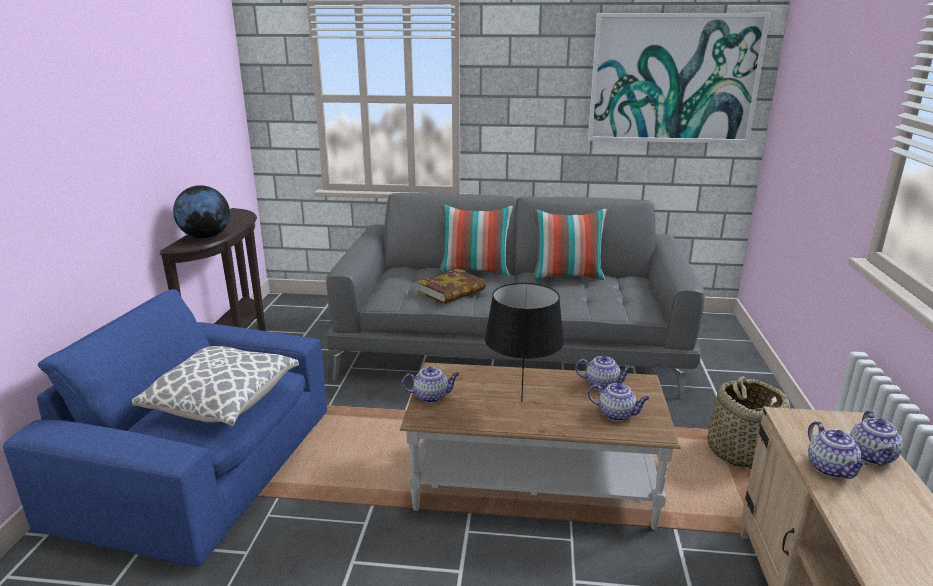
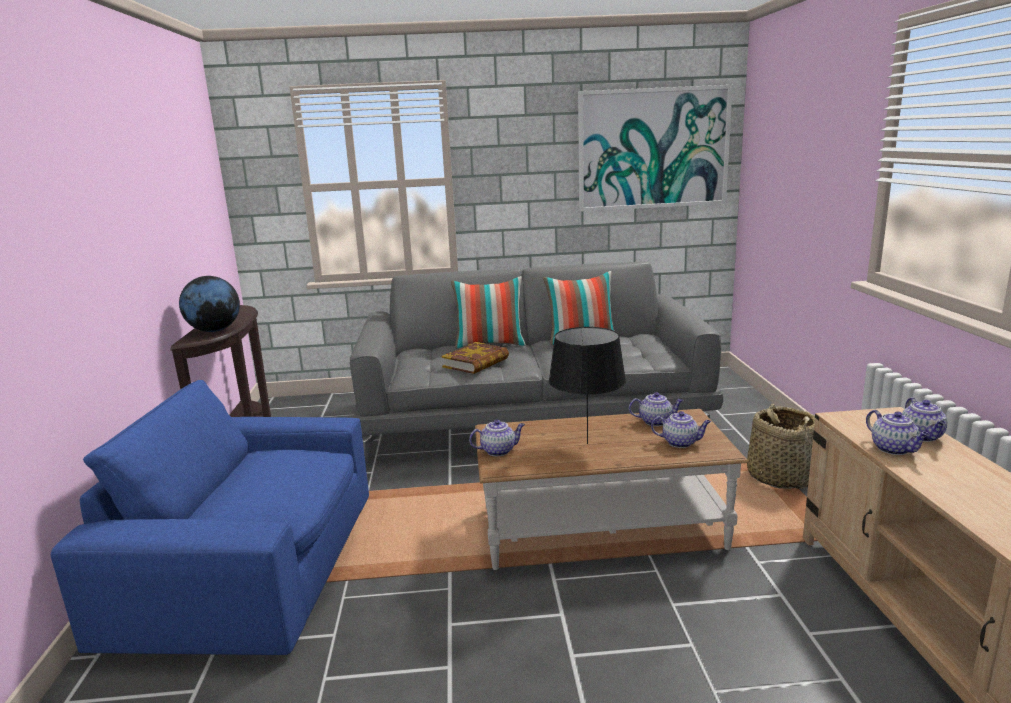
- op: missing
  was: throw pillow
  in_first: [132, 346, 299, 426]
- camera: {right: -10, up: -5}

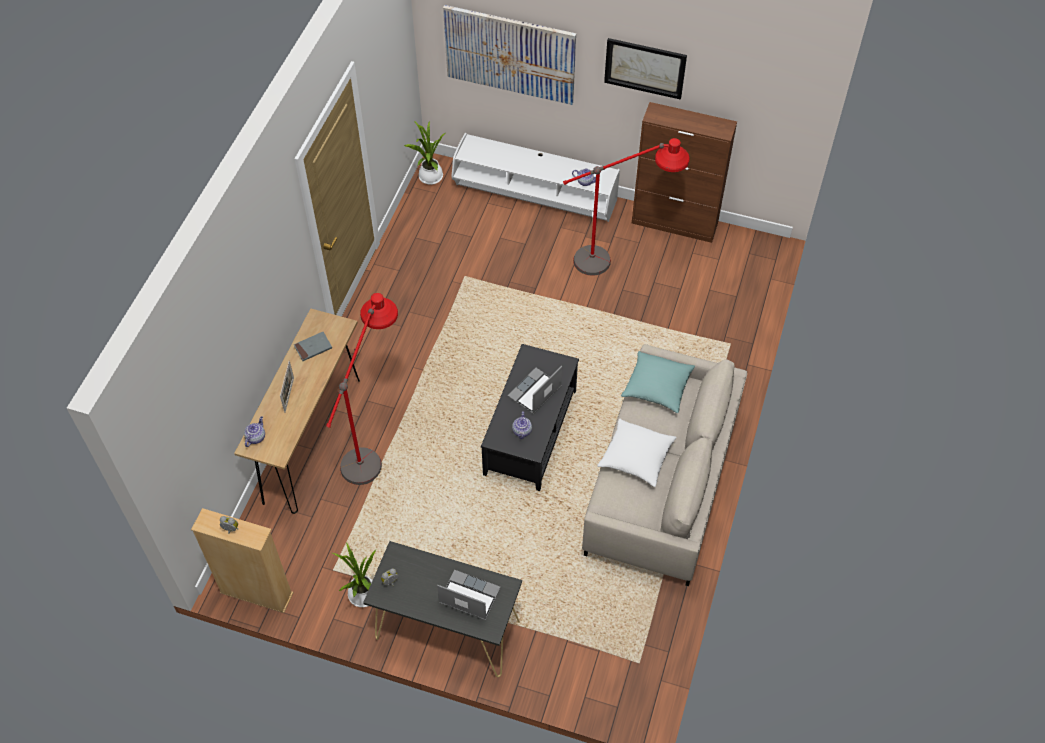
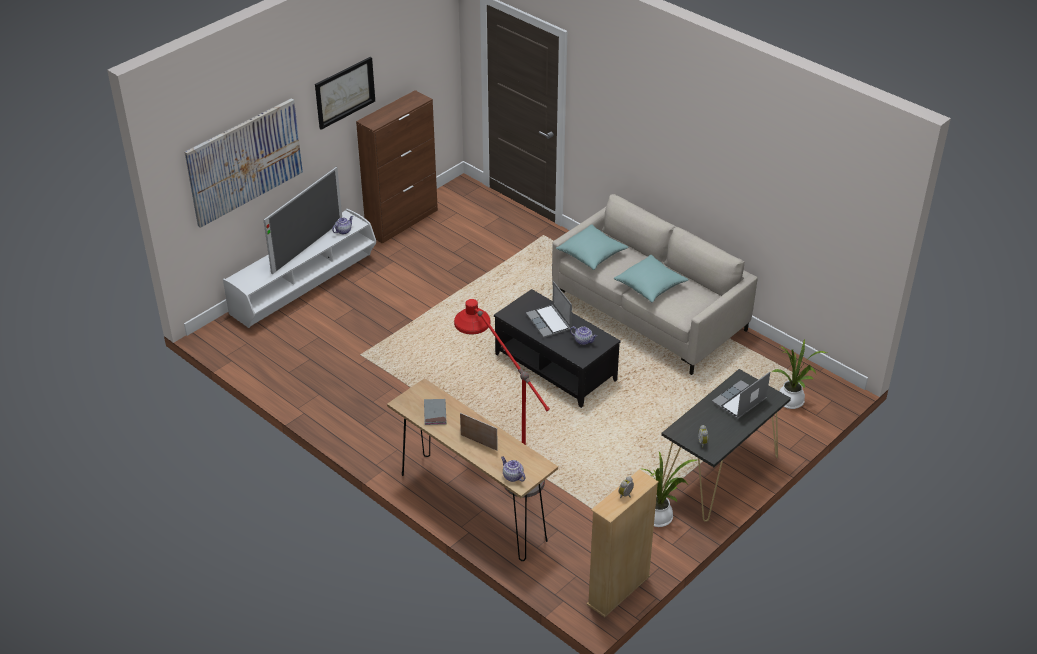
- op: relocated
  was: potted plant
  in_first: [404, 121, 445, 185]
  in_second: [772, 338, 827, 409]
- op: missing
  was: red standard lamp
  in_first: [563, 138, 690, 276]
- op: colour
  was: whitish throw pillow
  now: turquoise-coloured throw pillow
  in_first: [597, 418, 677, 487]
  in_second: [614, 255, 688, 302]
- op: appeared
  now: TV
  in_second: [263, 167, 342, 274]
- camera: {right: -65, up: -15}

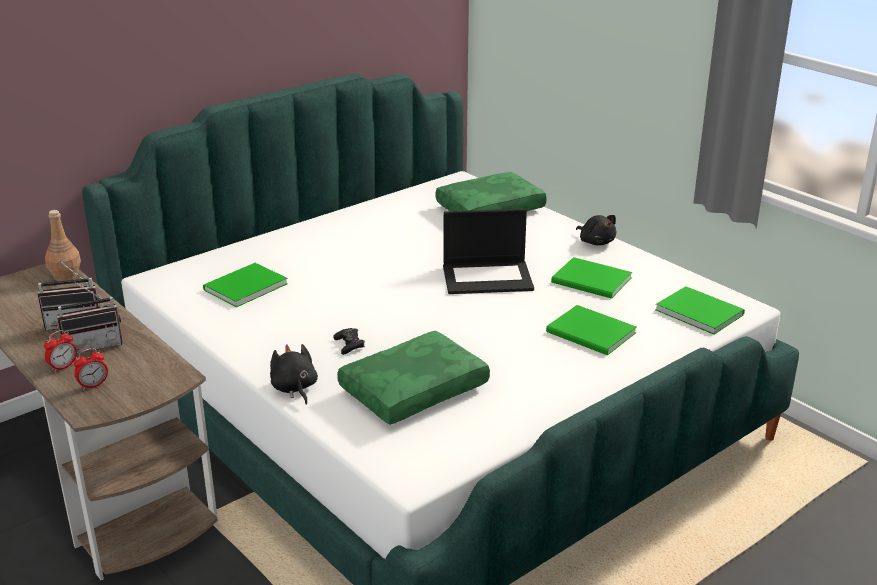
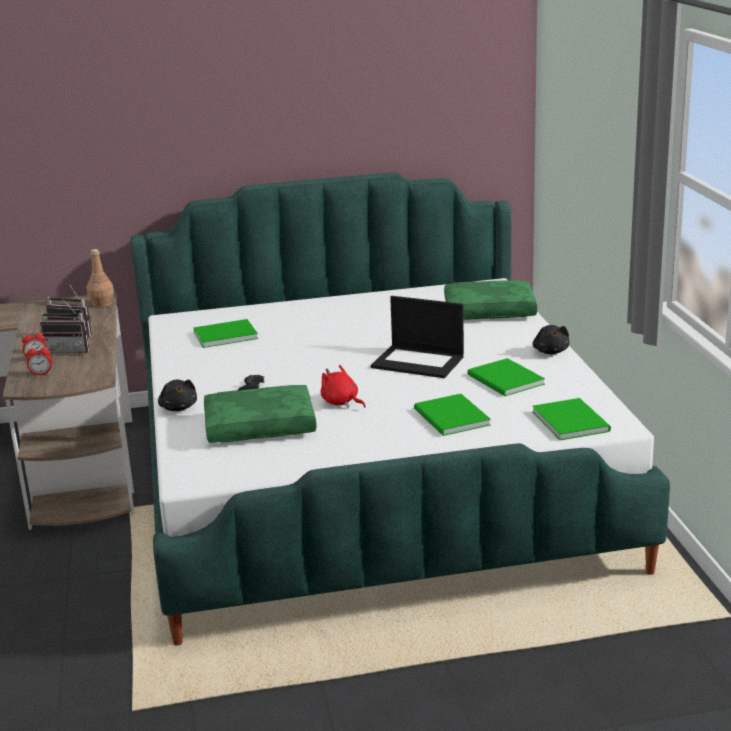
- op: spun
  was: black-coloured cuddly toy
  in_first: [270, 344, 318, 405]
  in_second: [158, 379, 197, 411]
  clockwise: 150
- op: appeared
  now: red cuddly toy
  in_second: [321, 365, 366, 408]
- camera: {right: 30, up: -5}

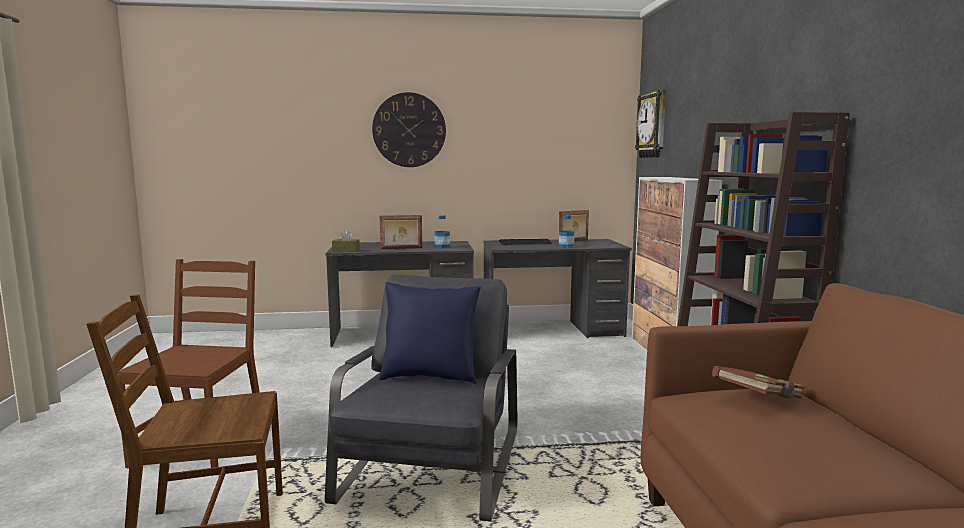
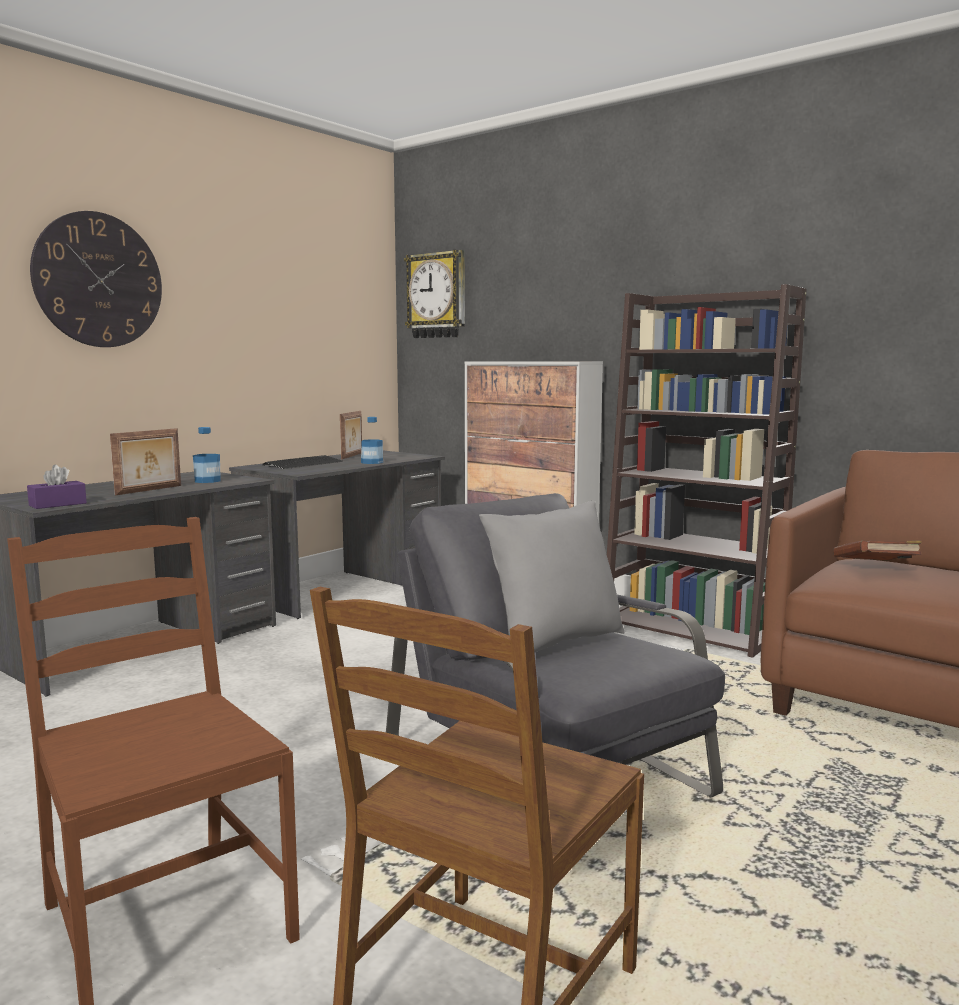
- op: colour
  was: brownish tissue box
  now: purple tissue box
  in_first: [332, 230, 360, 252]
  in_second: [27, 465, 87, 509]
- op: colour
  was: blue throw pillow
  now: greyish throw pillow
  in_first: [379, 282, 481, 384]
  in_second: [479, 501, 625, 653]
- camera: {right: -45, up: 0}

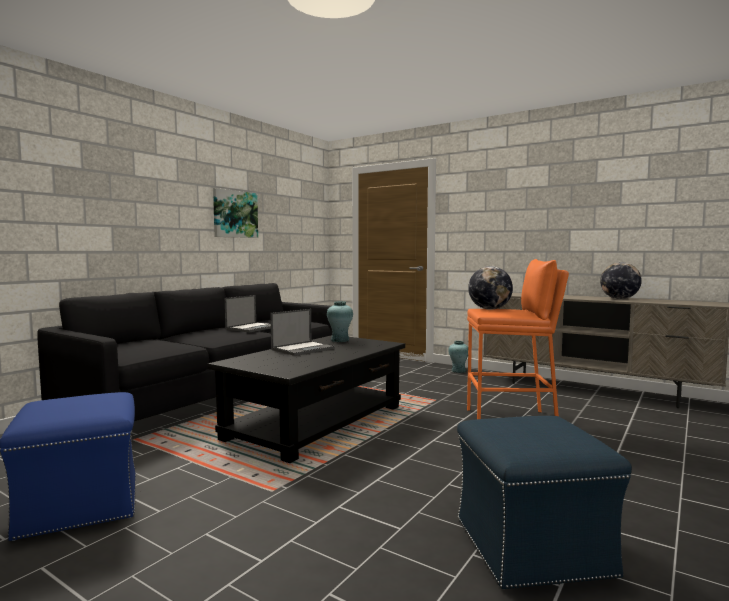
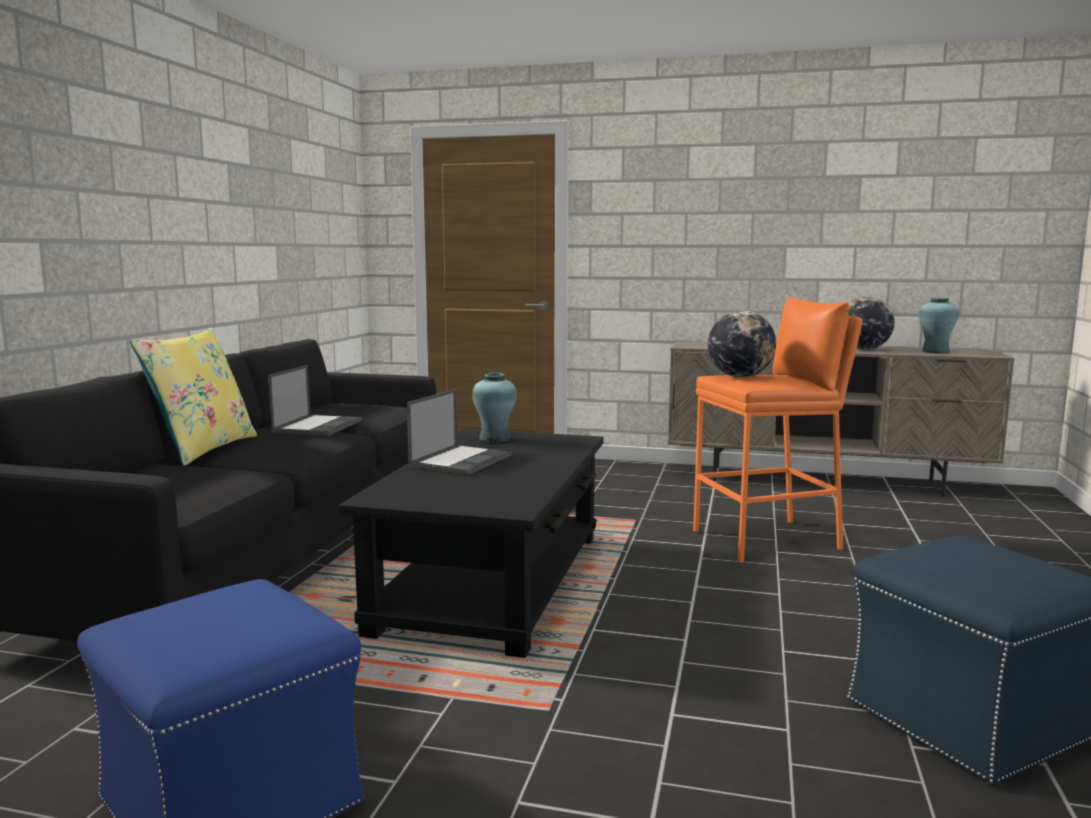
- op: missing
  was: picture
  in_first: [213, 188, 258, 238]
- op: relocated
  was: turquoise-coloured flower vase
  in_first: [448, 341, 468, 373]
  in_second: [918, 297, 959, 353]
- op: appeared
  now: yellowish throw pillow
  in_second: [130, 328, 257, 466]
- camera: {right: -20, up: 5}

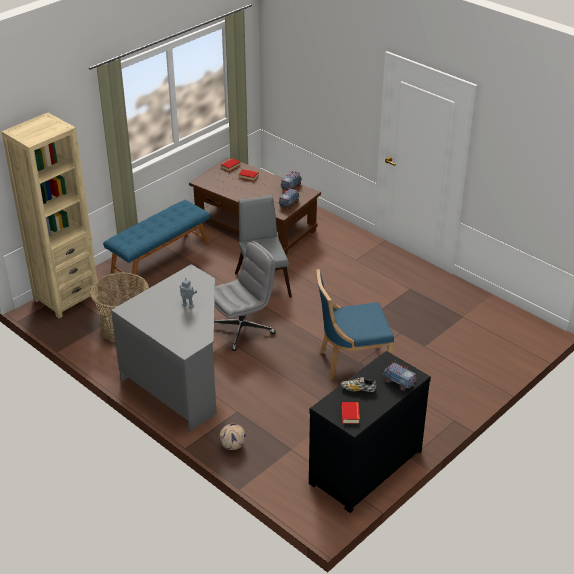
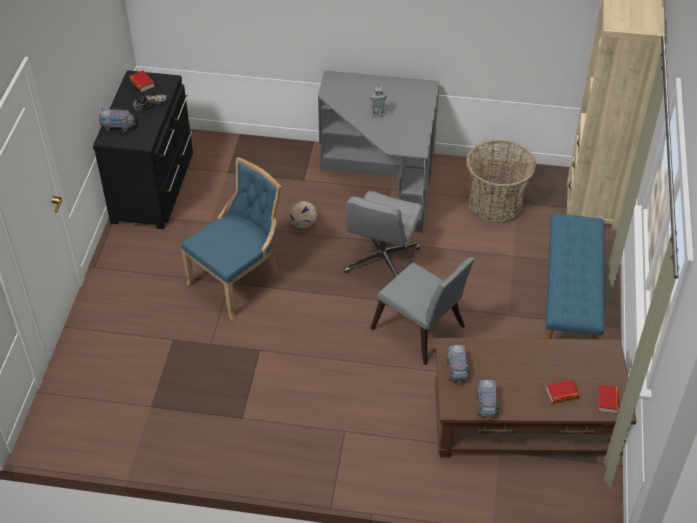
- op: relocated
  was: ball for football
  in_first: [219, 424, 246, 450]
  in_second: [289, 201, 317, 229]
- camera: {right: 145, up: 10}

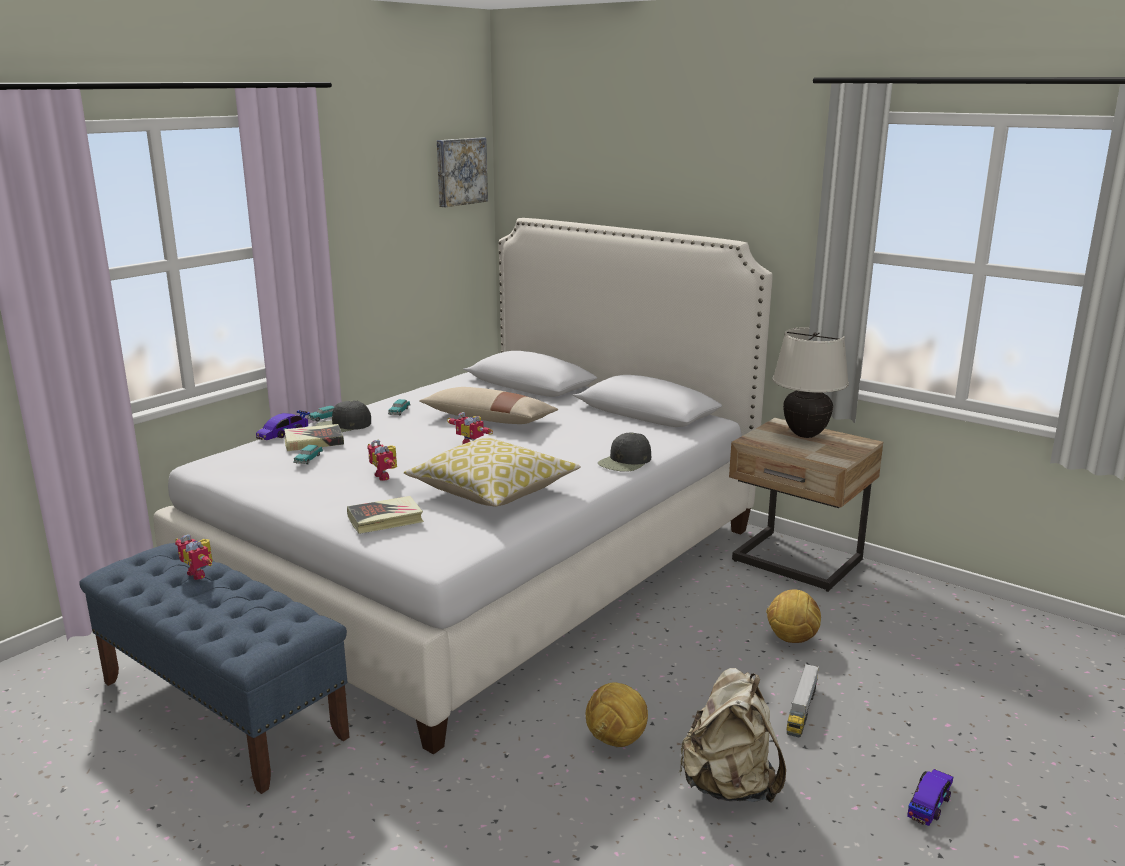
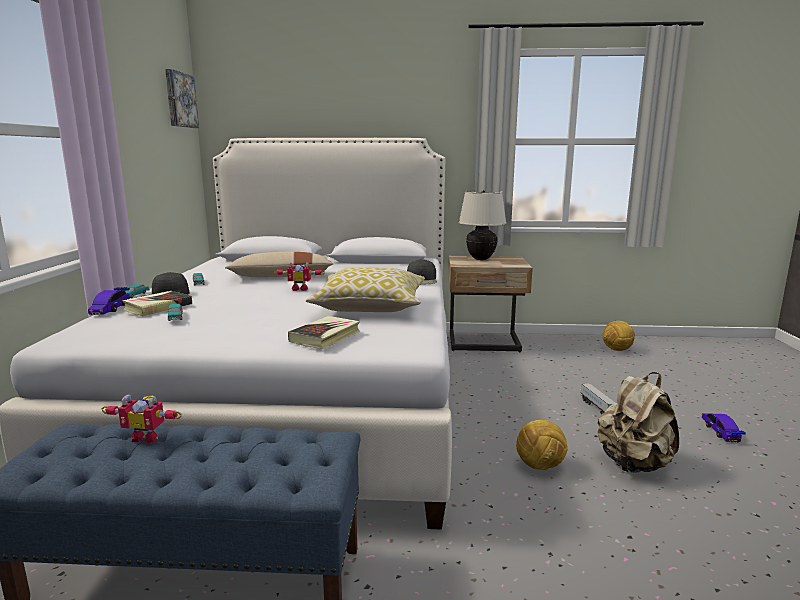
- op: missing
  was: robot figure
  in_first: [367, 440, 397, 481]
- op: relocated
  was: ball for football
  in_first: [766, 590, 821, 643]
  in_second: [602, 321, 635, 351]
- camera: {right: -35, up: -5}

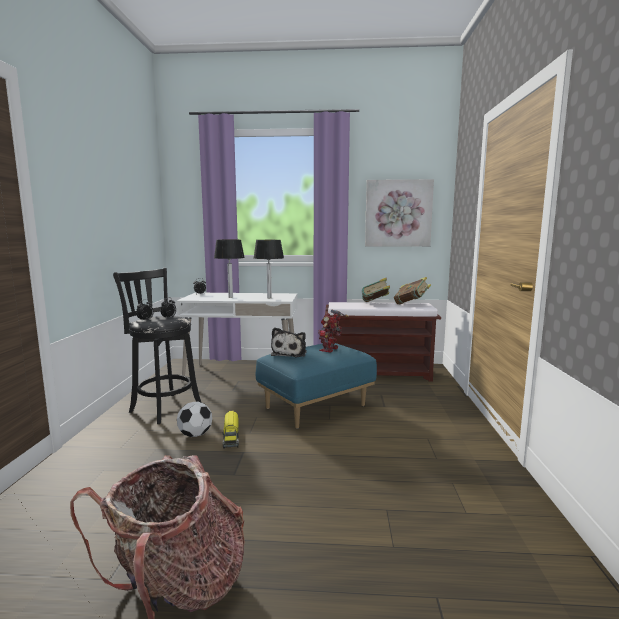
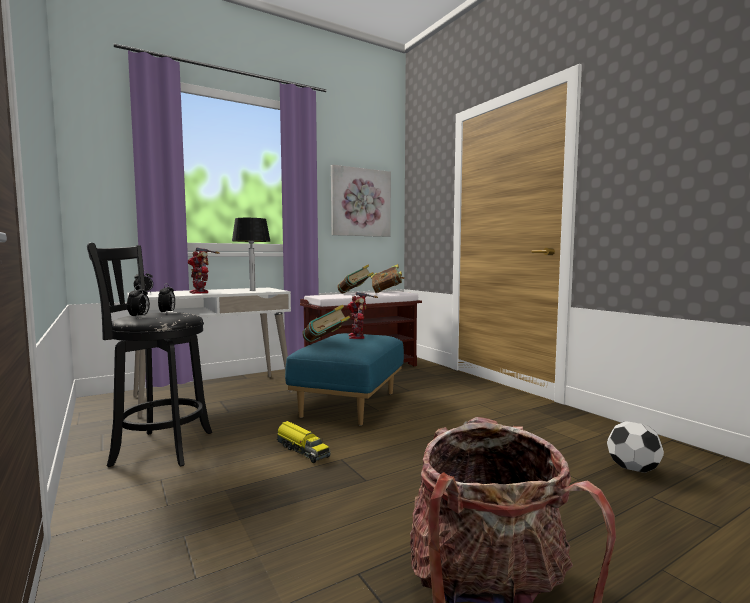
- op: exchanged
  was: lamp for a table
  now: robot figure
  in_first: [214, 240, 245, 298]
  in_second: [188, 247, 220, 294]
- op: exchanged
  was: cuddly toy
  now: book
  in_first: [271, 327, 307, 357]
  in_second: [303, 305, 350, 343]
- op: relocated
  was: ball for football
  in_first: [177, 402, 212, 437]
  in_second: [607, 421, 664, 473]
- camera: {right: -35, up: -5}

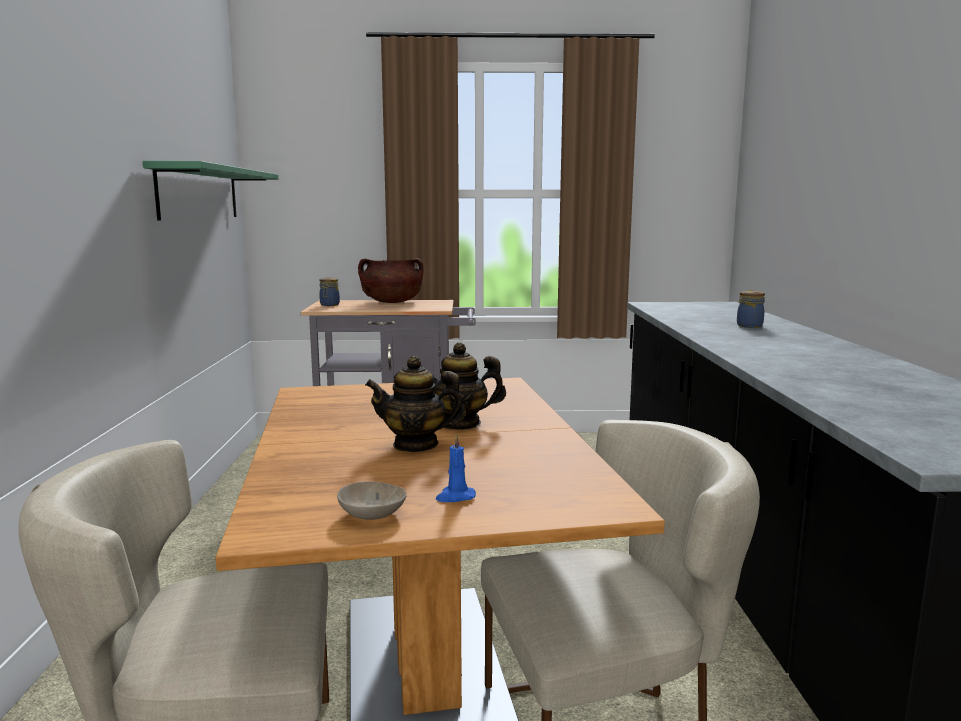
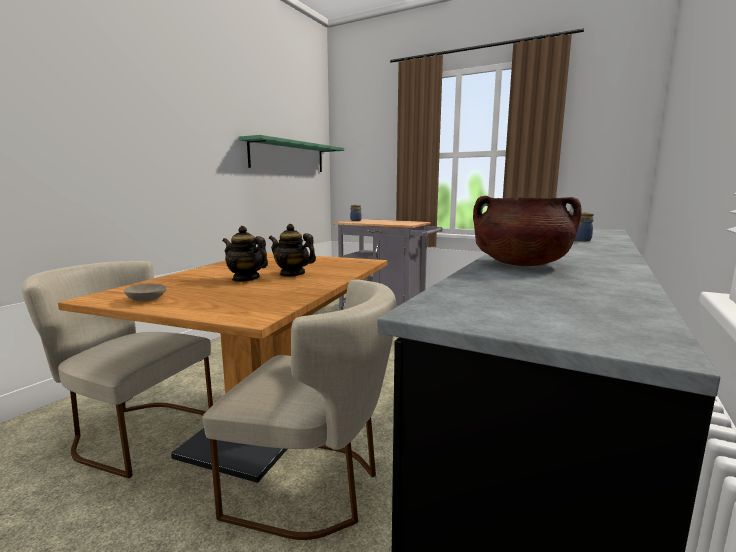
- op: relocated
  was: brownish saucepot
  in_first: [358, 258, 424, 303]
  in_second: [473, 196, 582, 266]
- op: missing
  was: blue wax light
  in_first: [436, 434, 476, 502]
- camera: {right: 30, up: 0}

